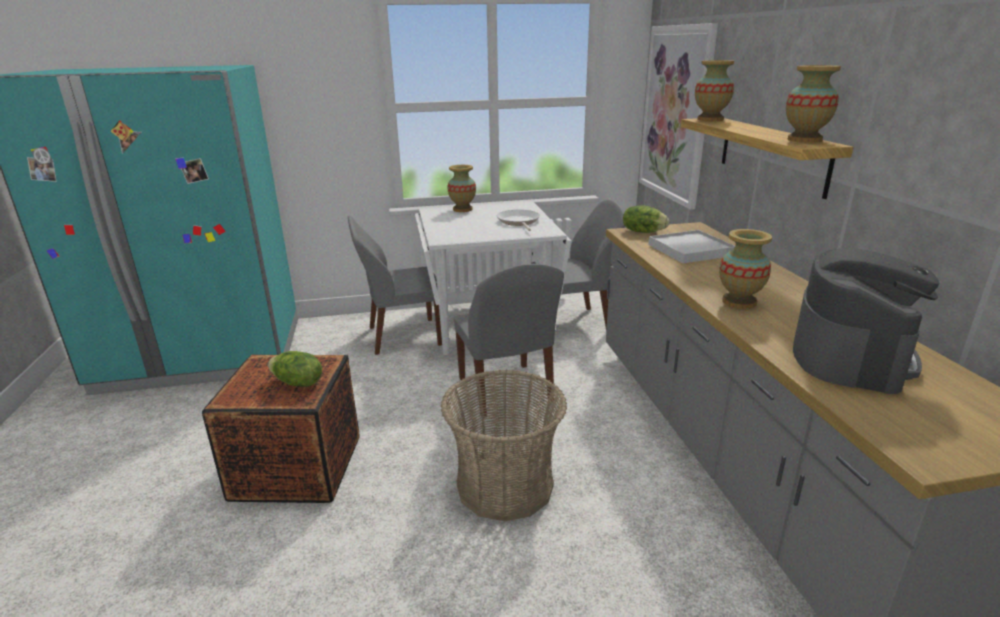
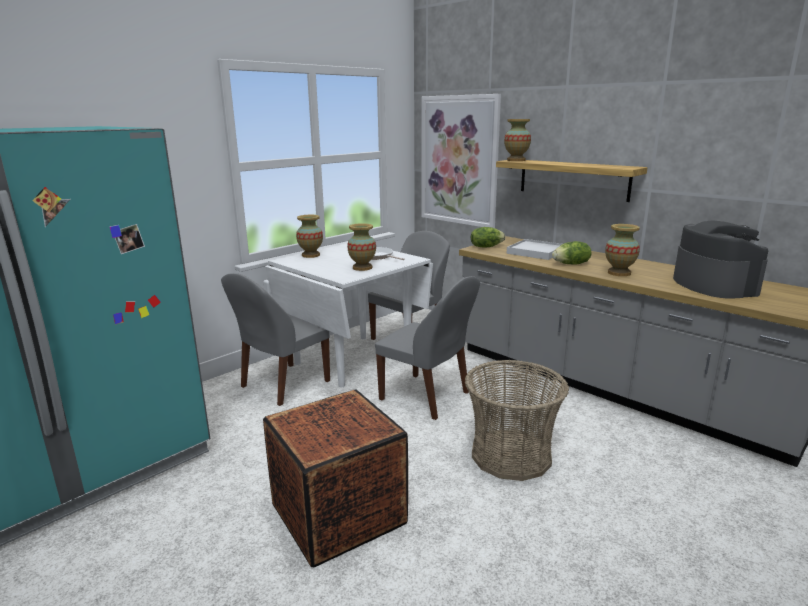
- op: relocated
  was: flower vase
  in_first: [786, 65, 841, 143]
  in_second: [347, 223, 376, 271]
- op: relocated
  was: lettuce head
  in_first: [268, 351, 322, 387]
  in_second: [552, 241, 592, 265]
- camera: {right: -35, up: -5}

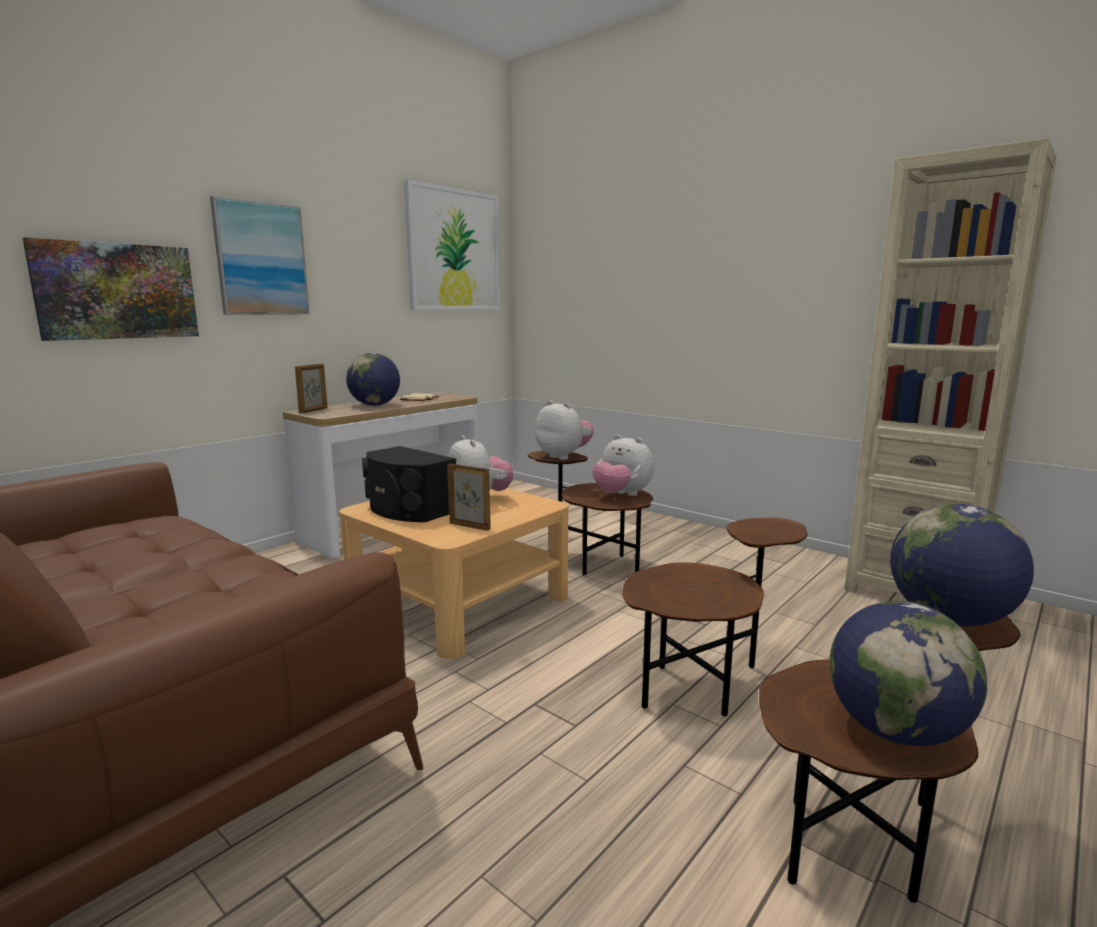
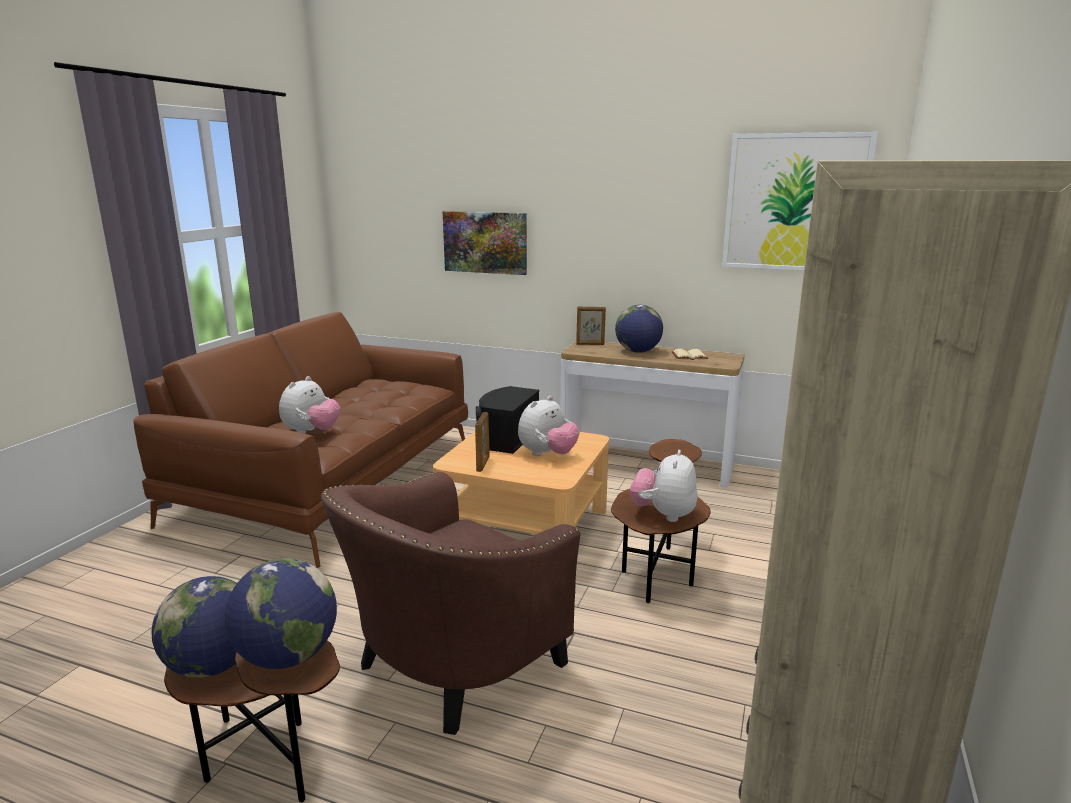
- op: missing
  was: picture
  in_first: [210, 196, 310, 315]
- op: relocated
  was: cuddly toy
  in_first: [535, 400, 594, 460]
  in_second: [279, 376, 340, 434]
- op: exchanged
  was: brownish side table
  now: brownish easy chair
  in_first: [622, 518, 808, 717]
  in_second: [321, 471, 580, 735]
- camera: {right: 70, up: 5}

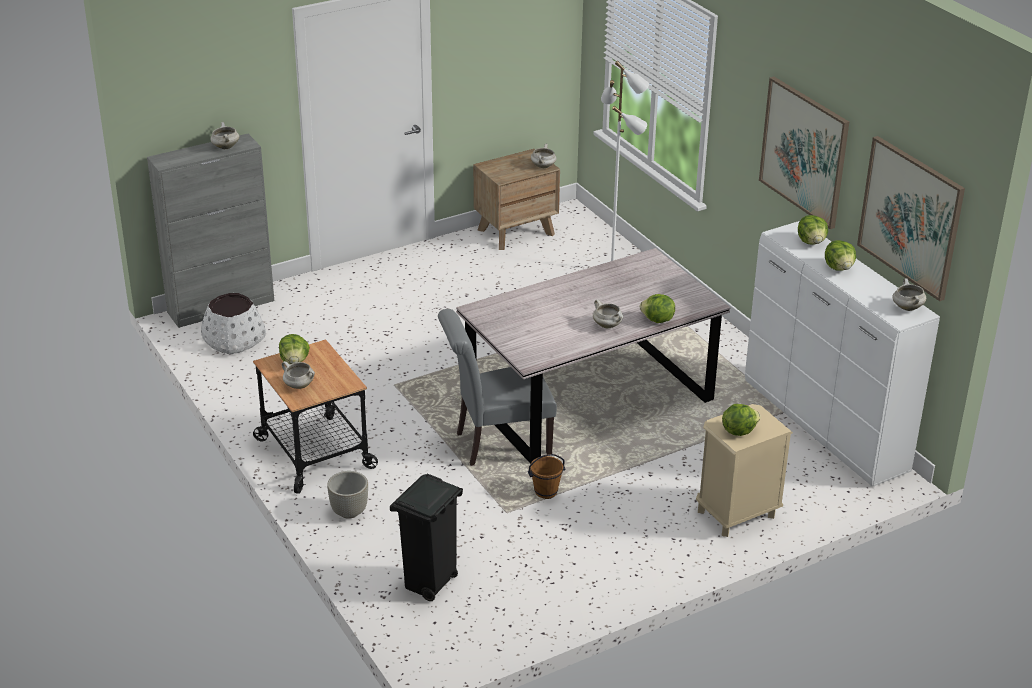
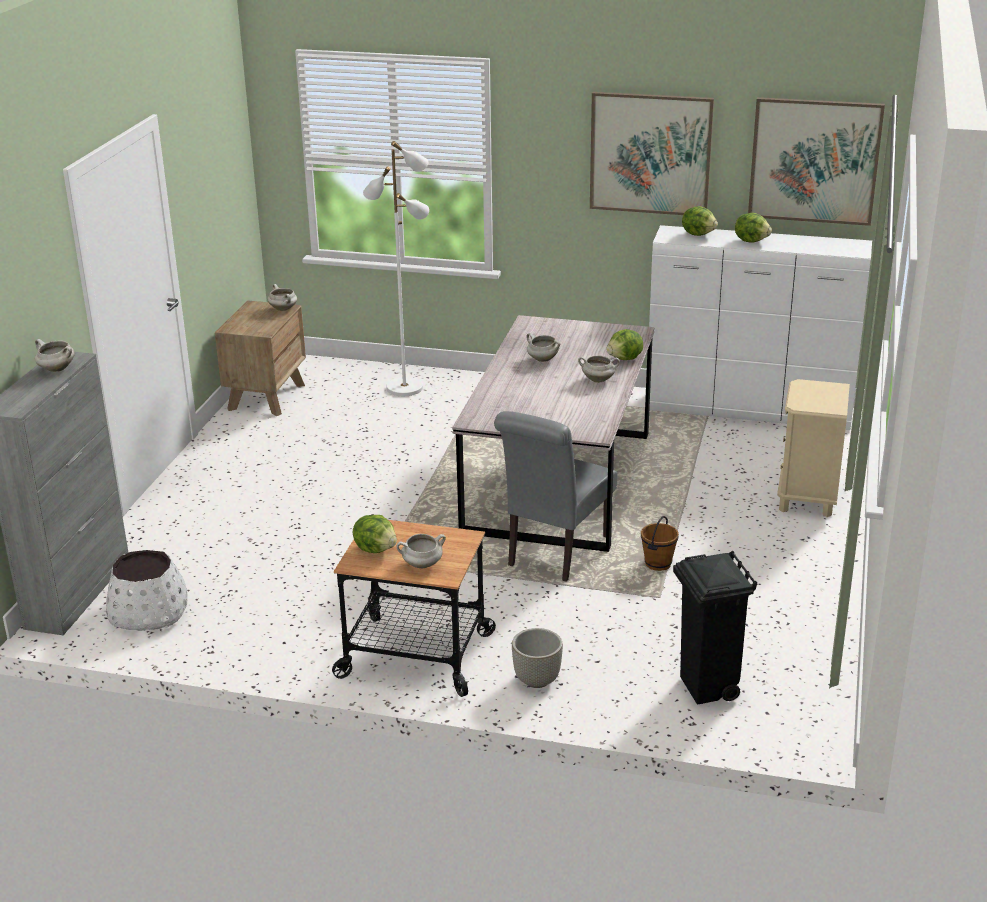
- op: relocated
  was: whitish saucepot
  in_first: [893, 278, 926, 311]
  in_second: [526, 333, 560, 362]
- op: missing
  was: lettuce head
  in_first: [722, 404, 761, 436]
- camera: {right: -45, up: -5}

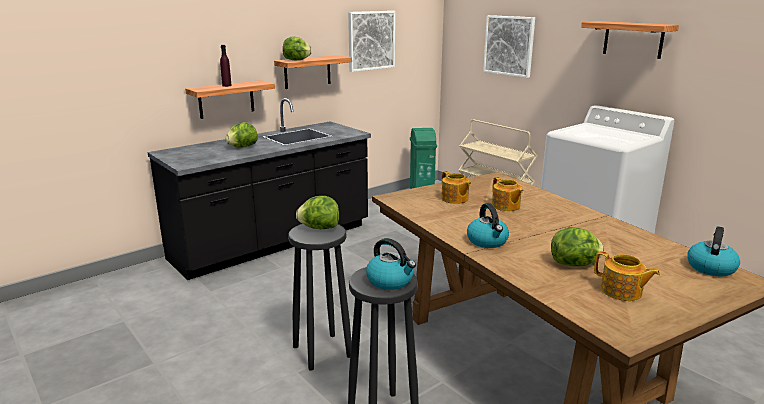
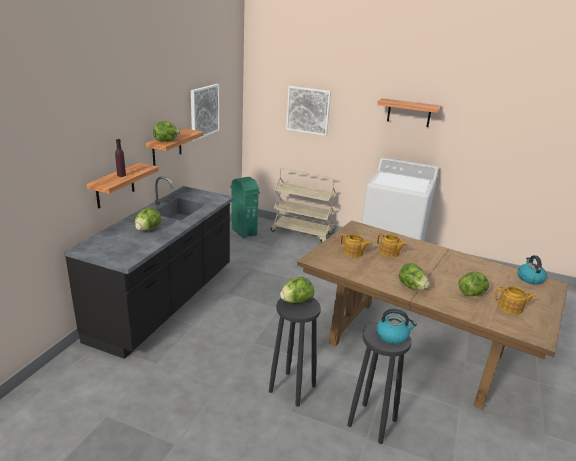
- op: exchanged
  was: tea kettle
  now: lettuce head
  in_first: [467, 203, 509, 248]
  in_second: [399, 263, 430, 290]
- camera: {right: -30, up: 5}

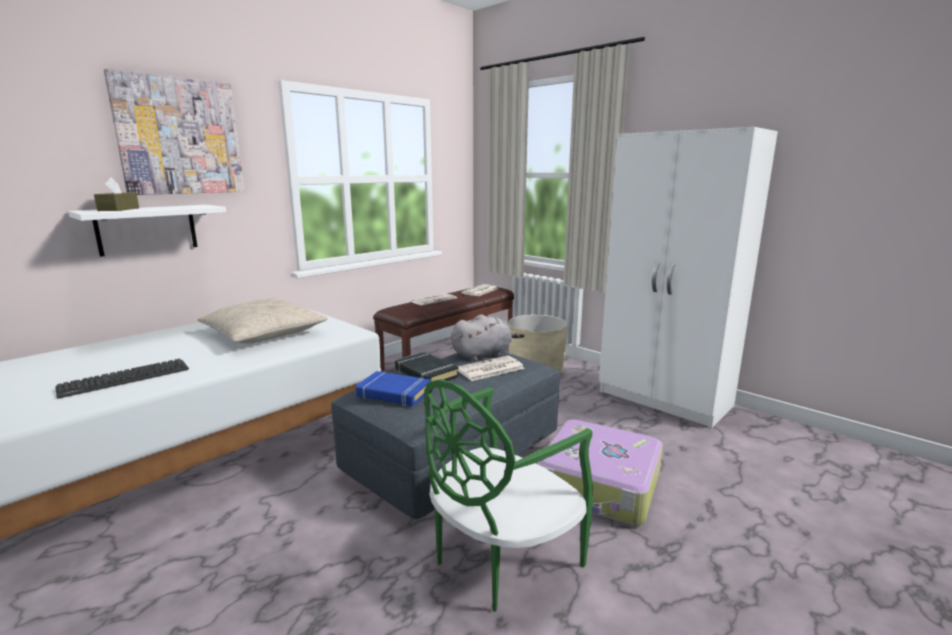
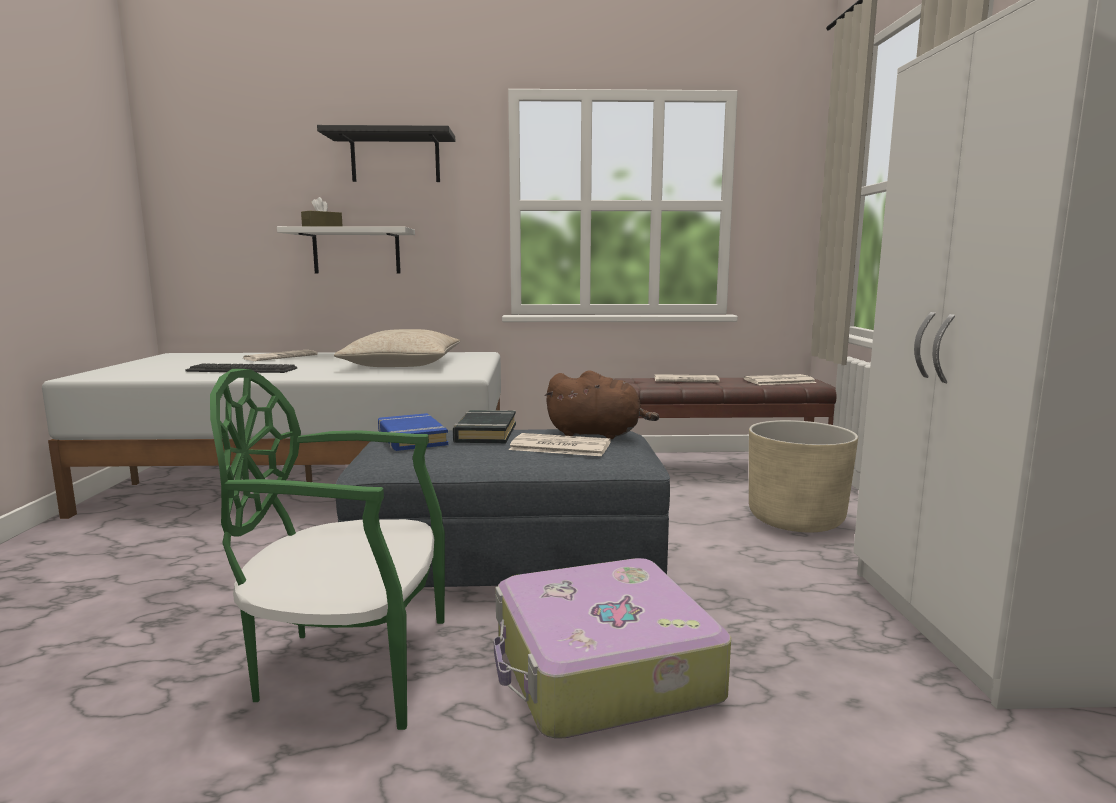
- op: exchanged
  was: picture
  now: black-coloured bracket shelf
  in_first: [104, 69, 245, 195]
  in_second: [317, 125, 455, 182]
- op: colour
  was: greyish cuddly toy
  now: brownish cuddly toy
  in_first: [451, 315, 525, 361]
  in_second: [545, 370, 659, 439]
- op: appeared
  now: newspaper
  in_second: [243, 350, 317, 361]
- camera: {right: 45, up: -5}

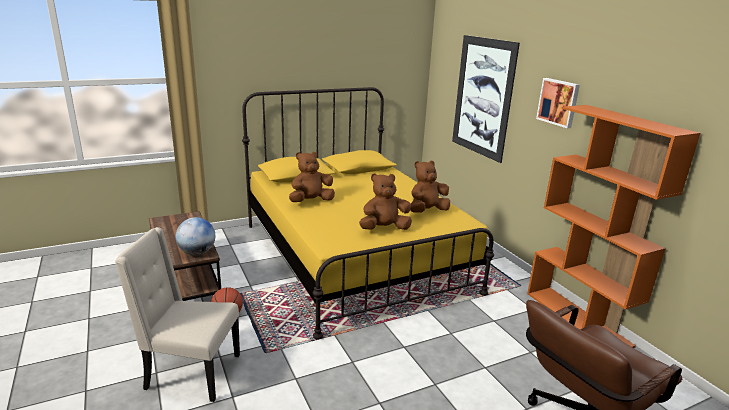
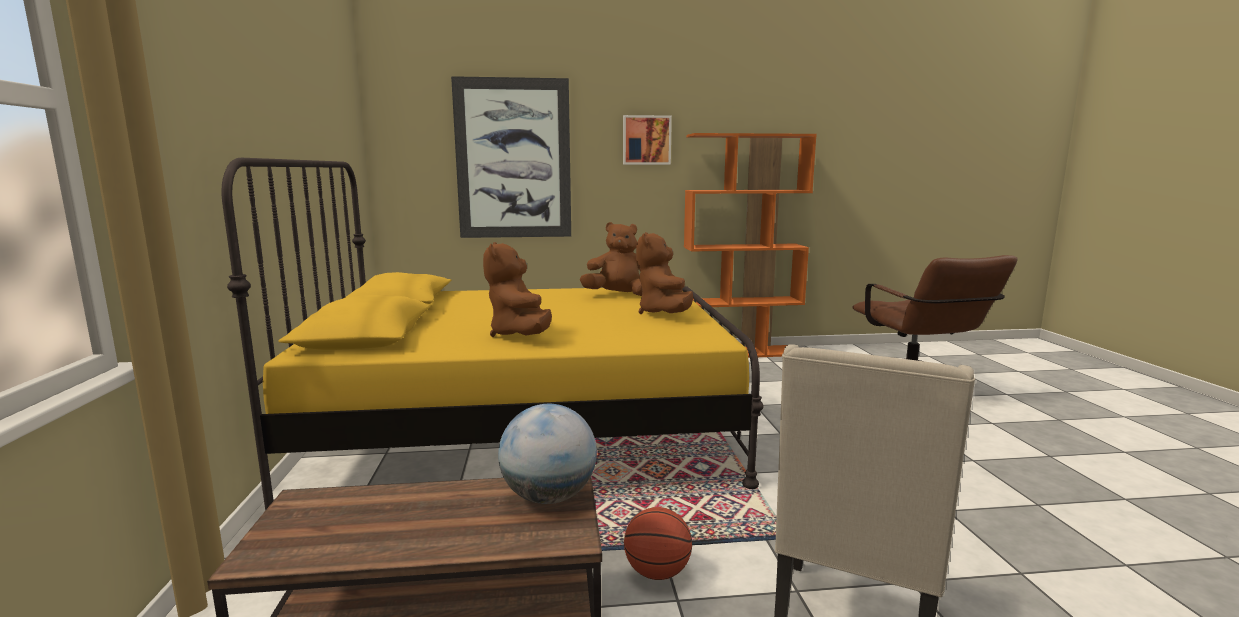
- op: spun
  was: brownish cuddly toy
  in_first: [410, 160, 450, 213]
  in_second: [580, 222, 642, 296]
  clockwise: 105
- camera: {right: -70, up: -10}

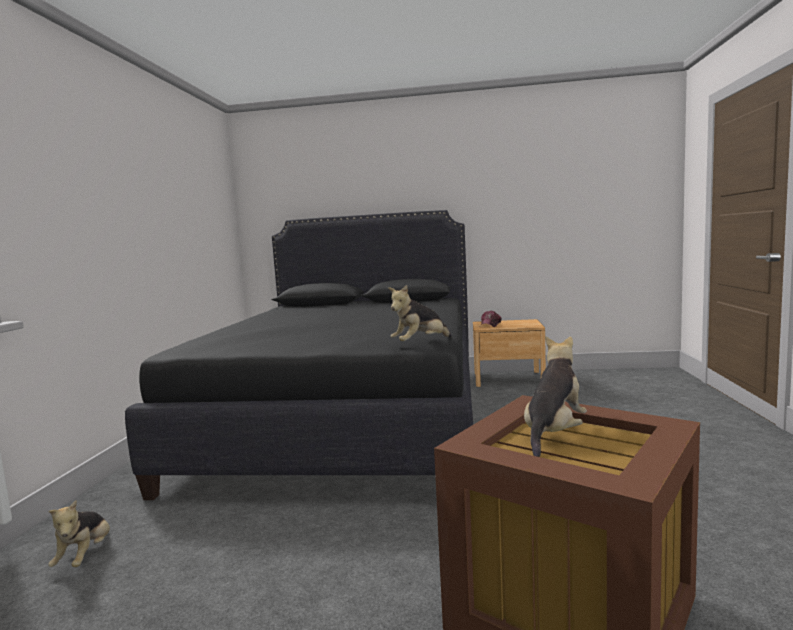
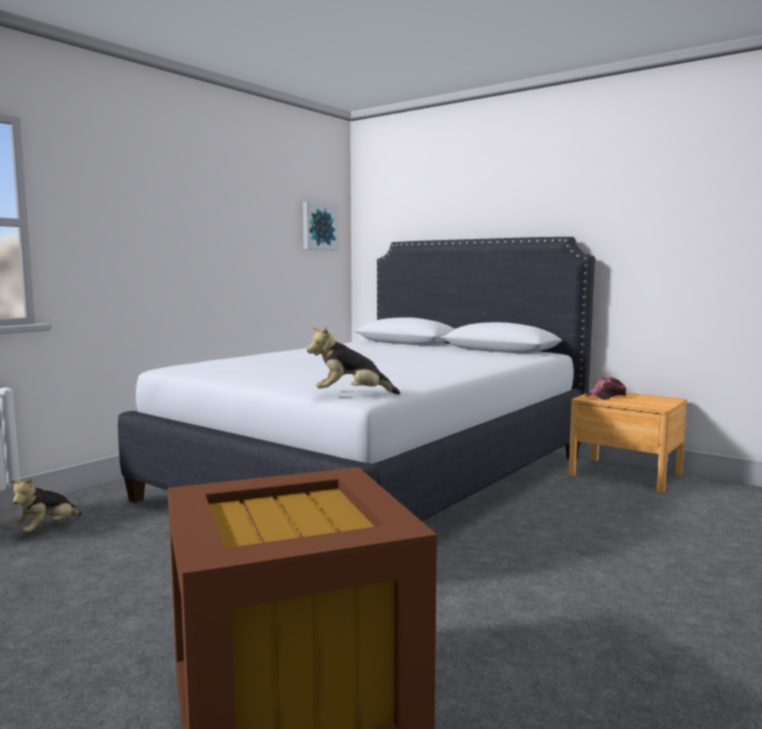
- op: colour
  was: black-coloured bedroom bed
  now: whitish bedroom bed
  in_first: [125, 210, 473, 500]
  in_second: [118, 237, 595, 521]
- op: missing
  was: cuddly toy
  in_first: [524, 336, 587, 457]
- op: appeared
  now: picture
  in_second: [303, 202, 338, 250]
- camera: {right: 30, up: 0}

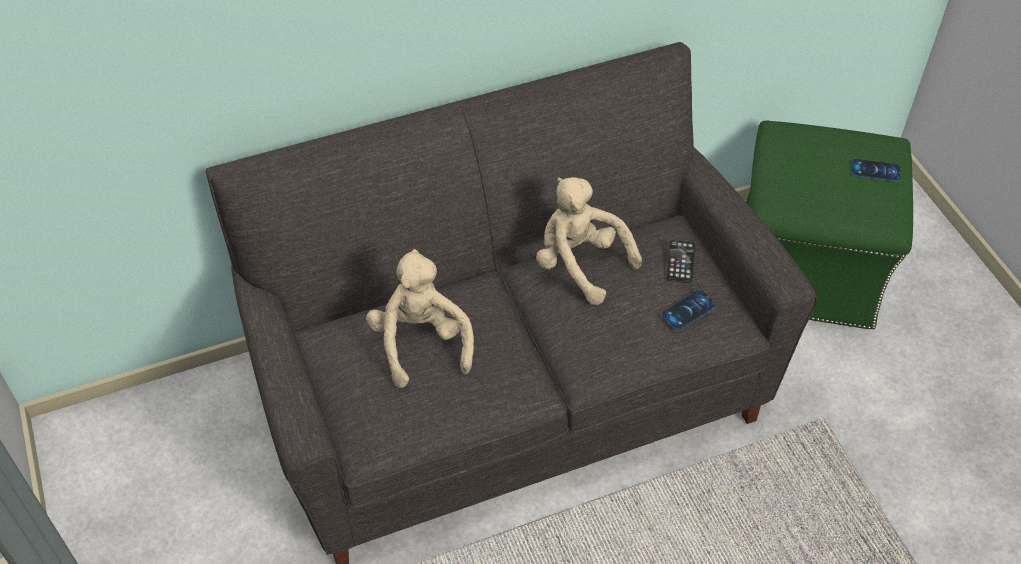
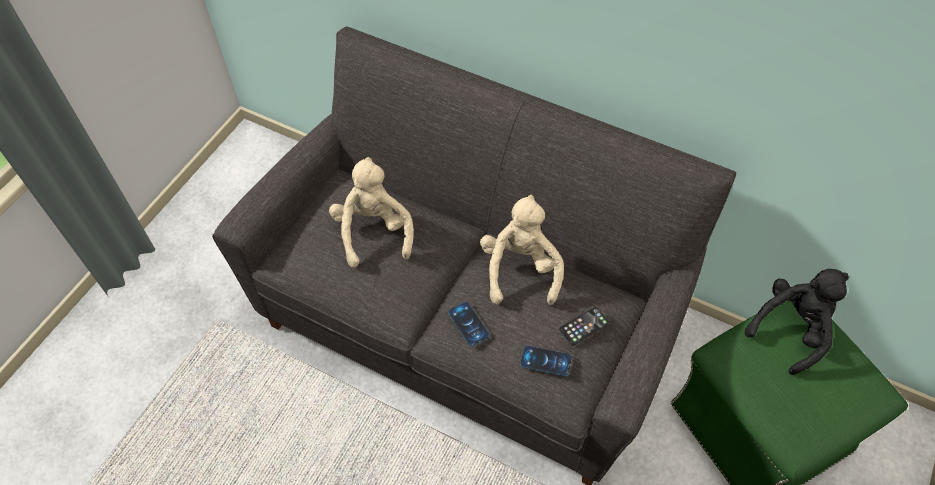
- op: relocated
  was: handset
  in_first: [852, 159, 901, 182]
  in_second: [448, 302, 490, 347]
- op: spun
  was: beige-coloured cuddly toy
  in_first: [366, 249, 474, 388]
  in_second: [329, 157, 414, 268]
  clockwise: -45
- op: appeared
  now: black-coloured cuddly toy
  in_second: [745, 269, 849, 375]
- camera: {right: 50, up: 5}

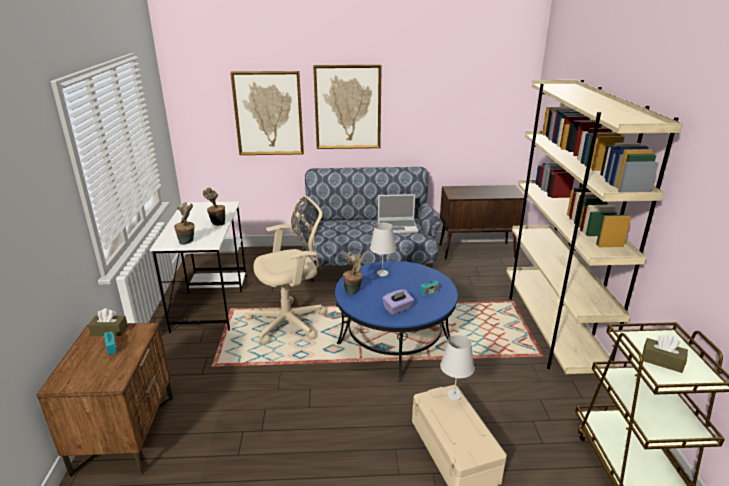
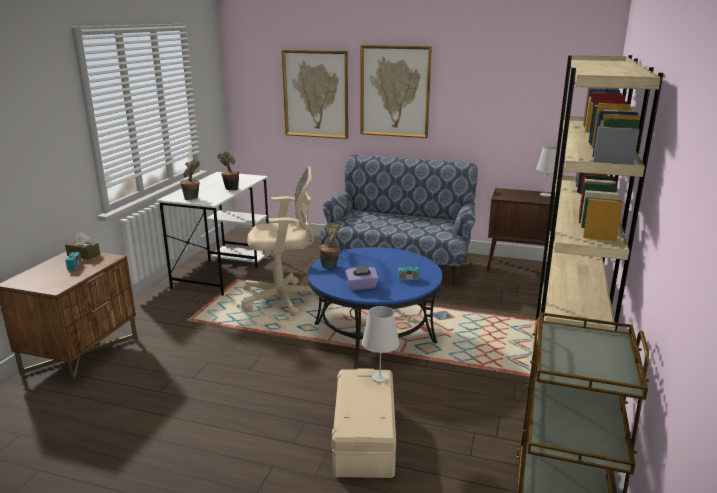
- op: missing
  was: notebook computer
  in_first: [378, 194, 418, 234]
- op: relocated
  was: whitish lamp for a table
  in_first: [370, 223, 396, 276]
  in_second: [536, 146, 560, 197]
- op: missing
  was: brownish tissue box
  in_first: [642, 335, 688, 373]
- camera: {right: 20, up: -5}

